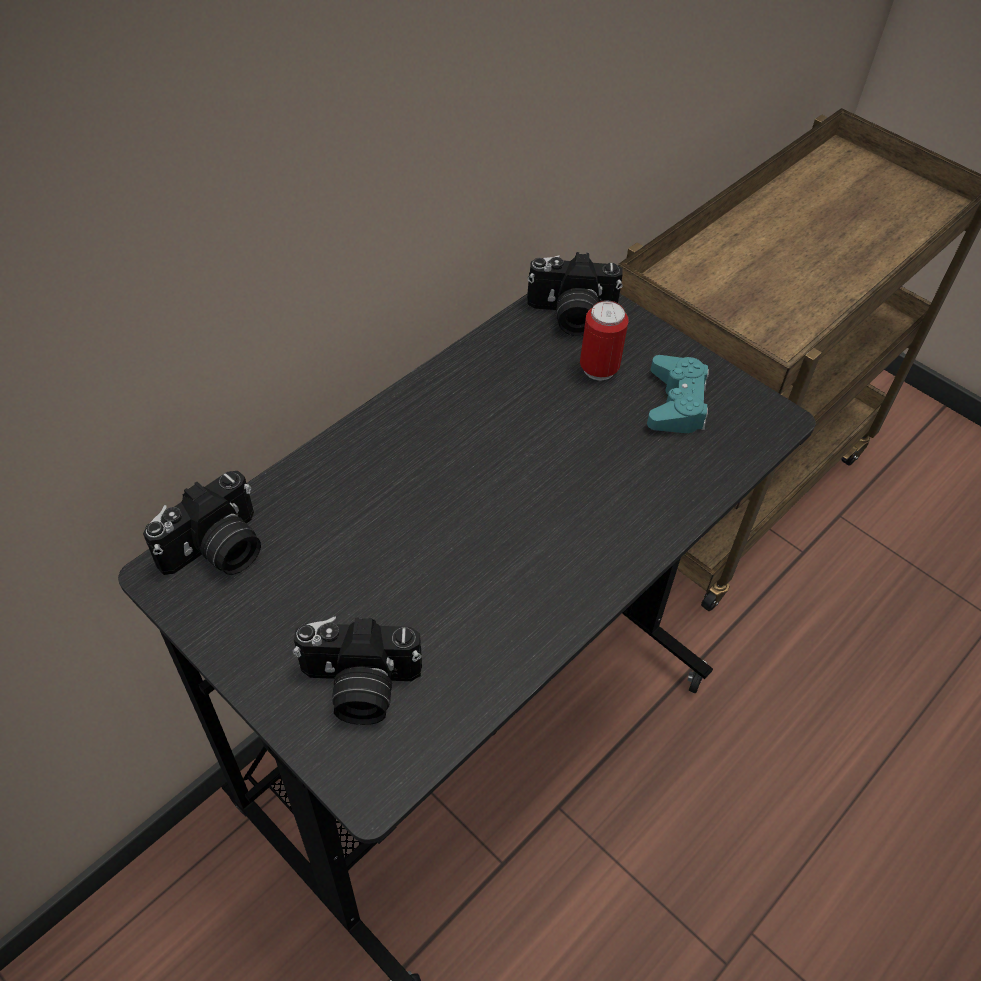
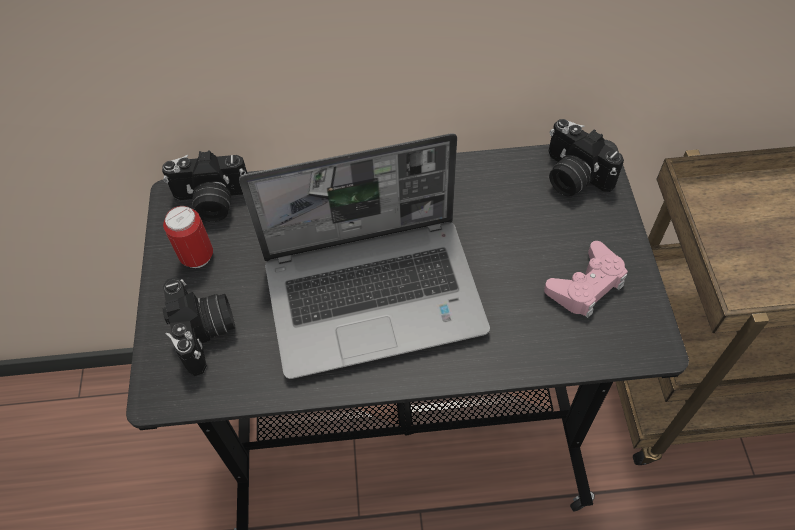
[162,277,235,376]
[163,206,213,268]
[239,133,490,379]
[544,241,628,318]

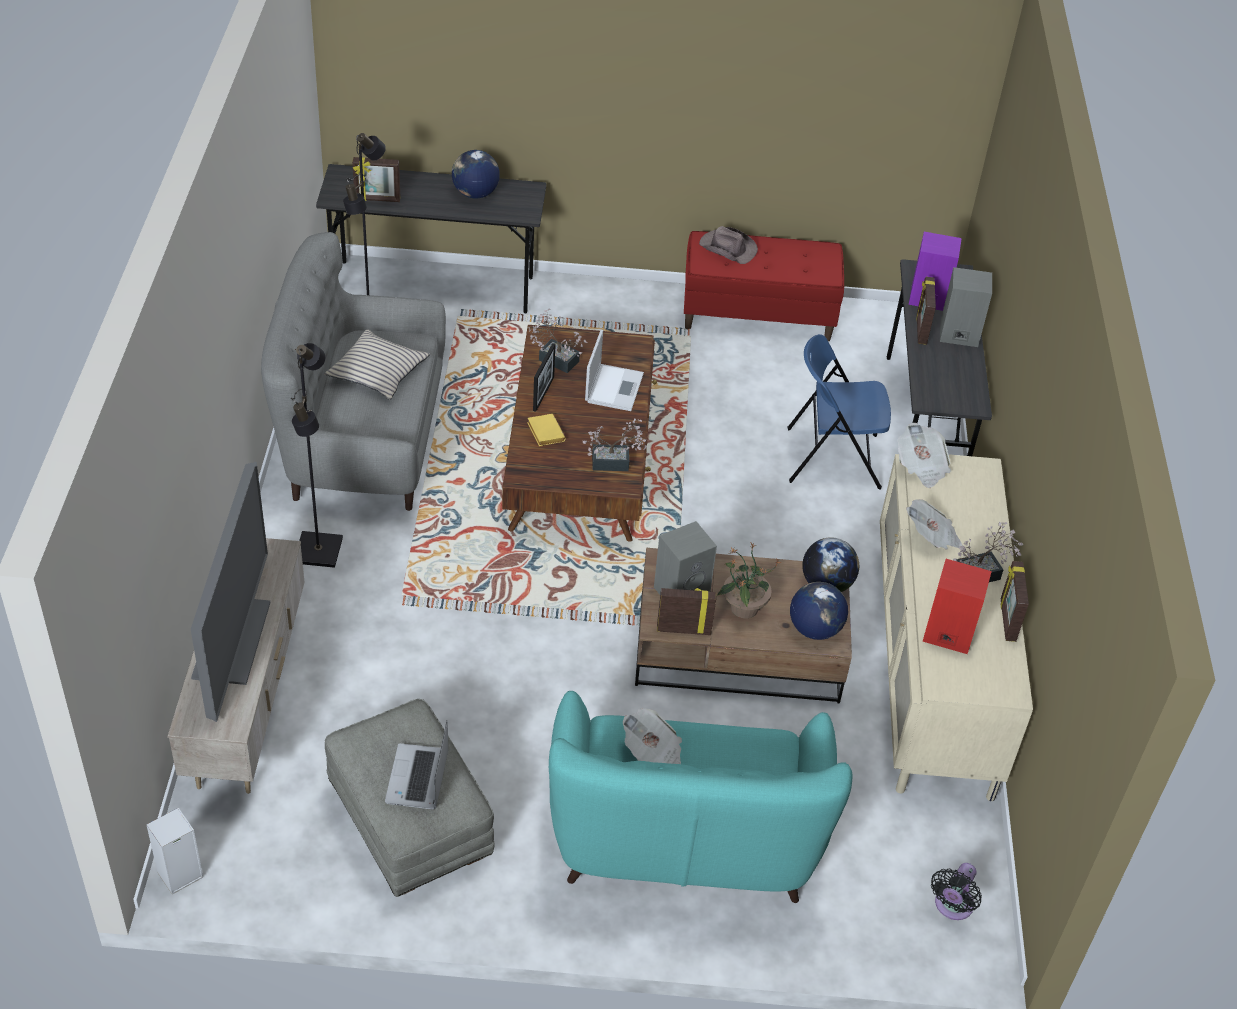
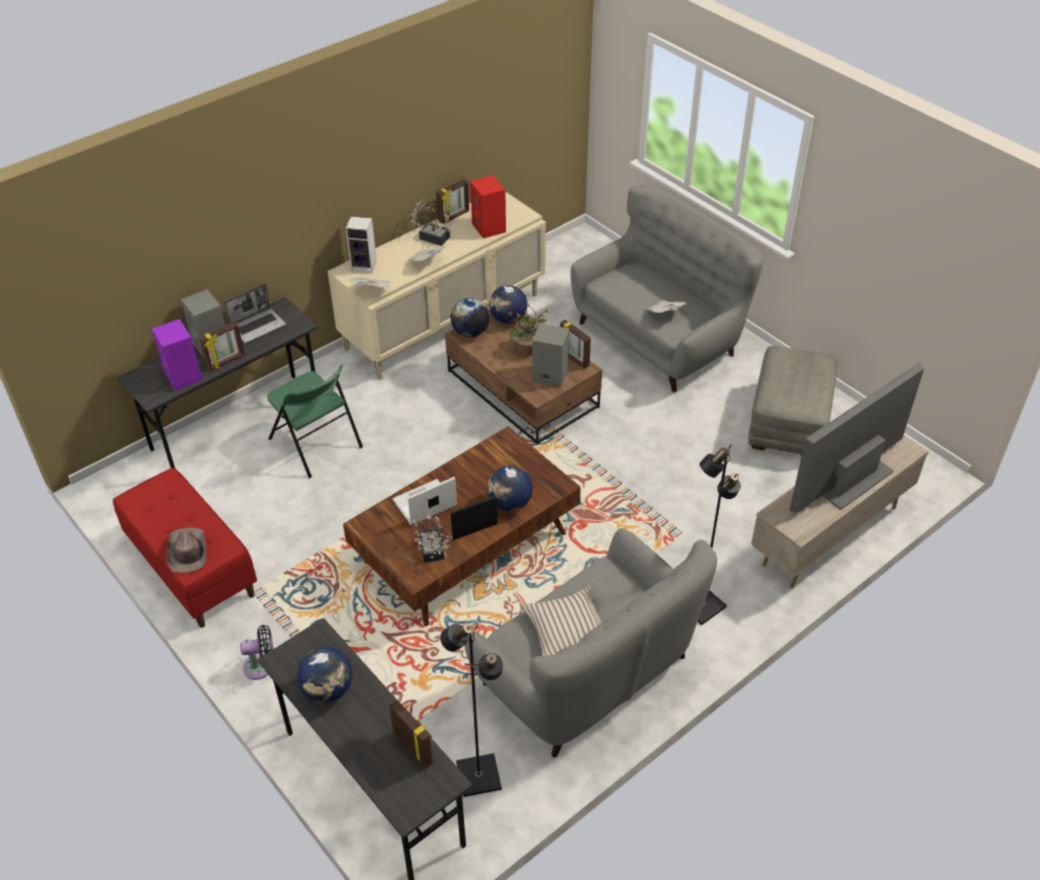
[224,284,286,343]
[240,625,274,680]
[267,365,363,478]
[346,217,377,273]
[487,466,533,511]
[571,185,763,393]
[583,418,647,471] (first image)

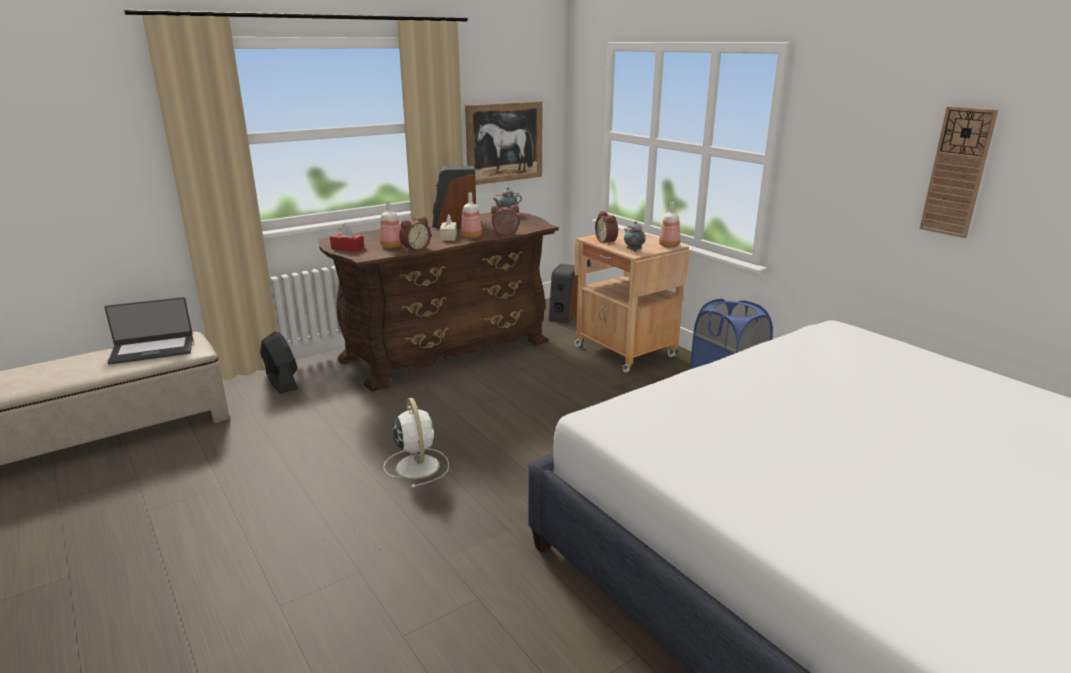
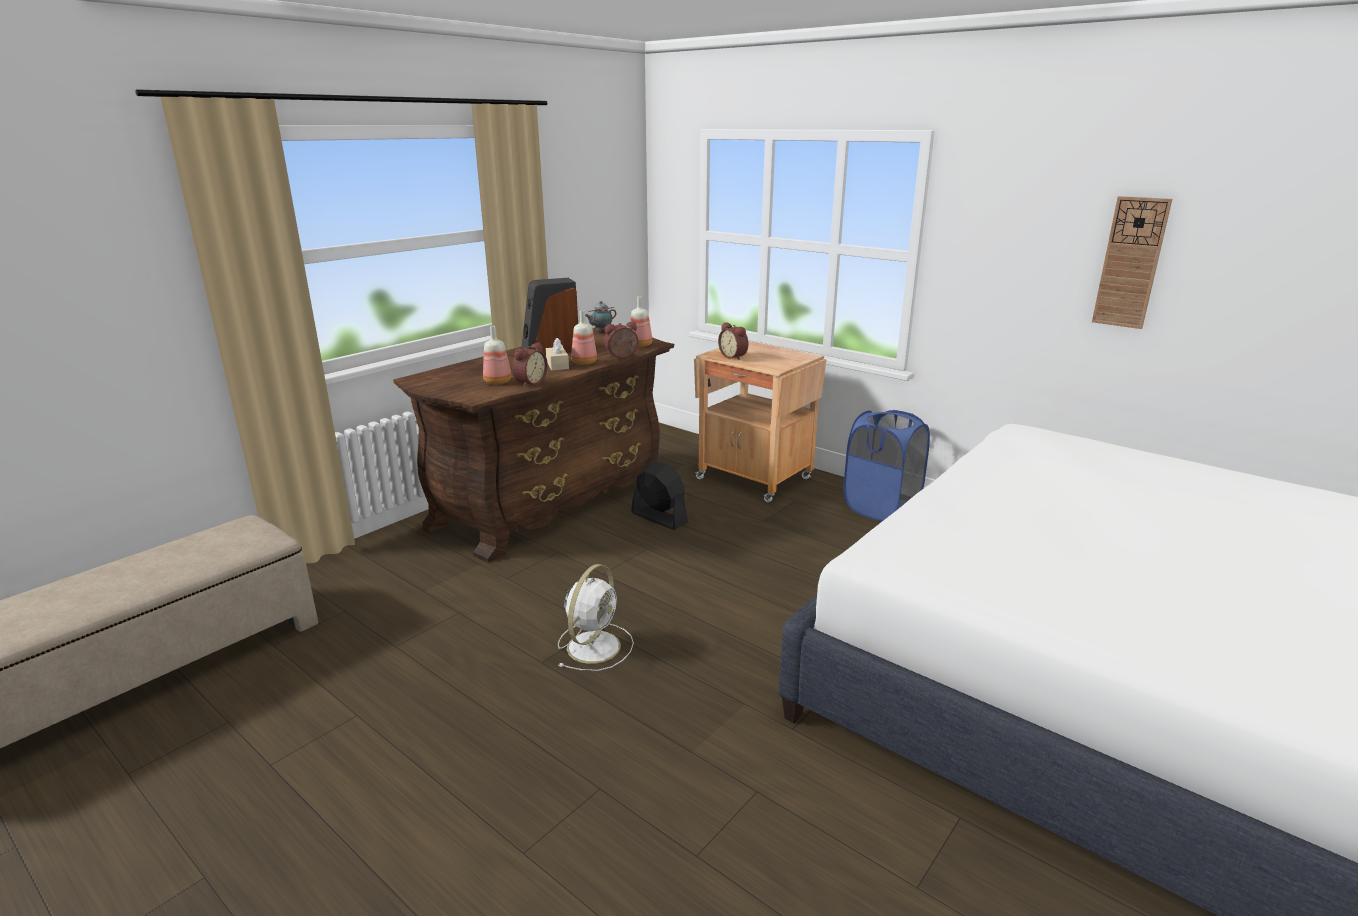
[558,564,634,671]
[630,296,652,347]
[631,461,688,530]
[104,297,193,364] (first image)
[330,224,364,252] (first image)
[465,101,543,185] (first image)
[549,264,578,323] (first image)
[624,221,646,252] (first image)

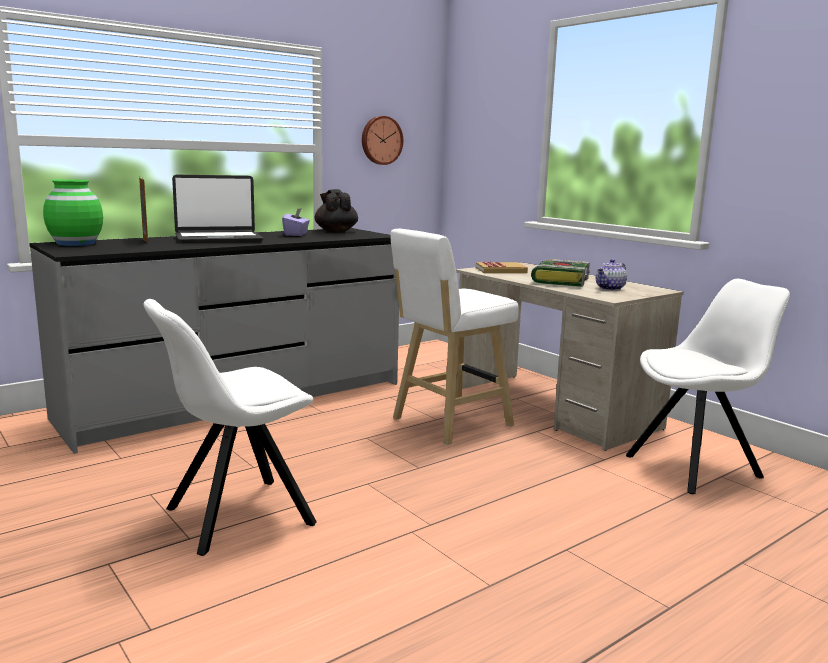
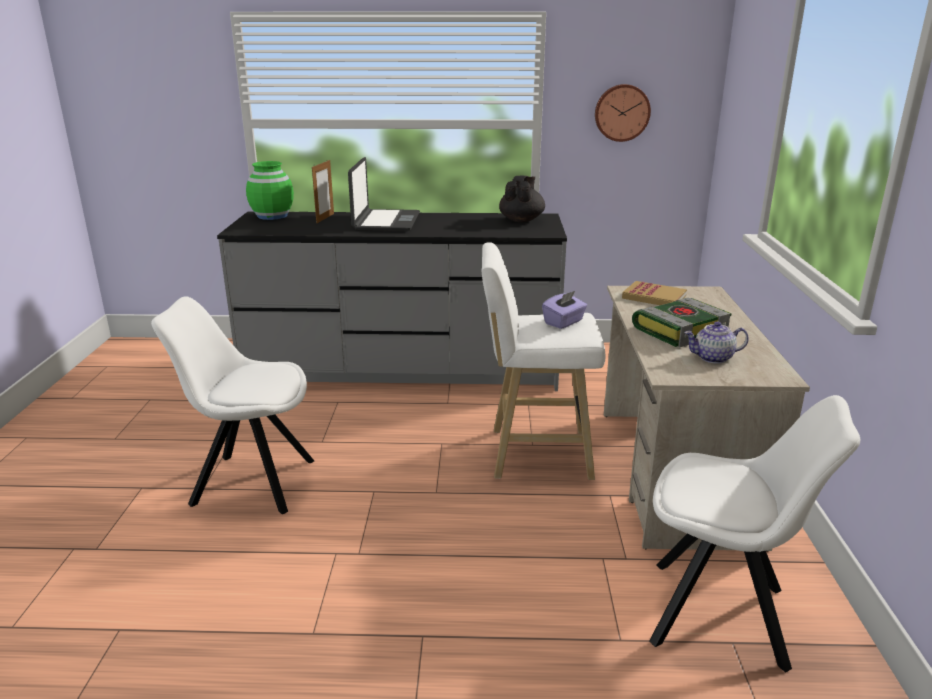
[348,157,420,231]
[542,290,587,329]

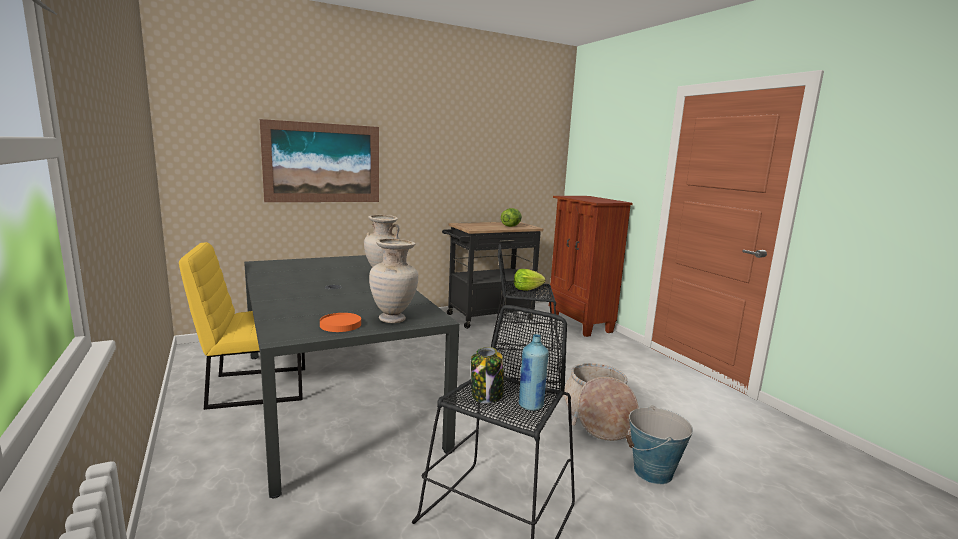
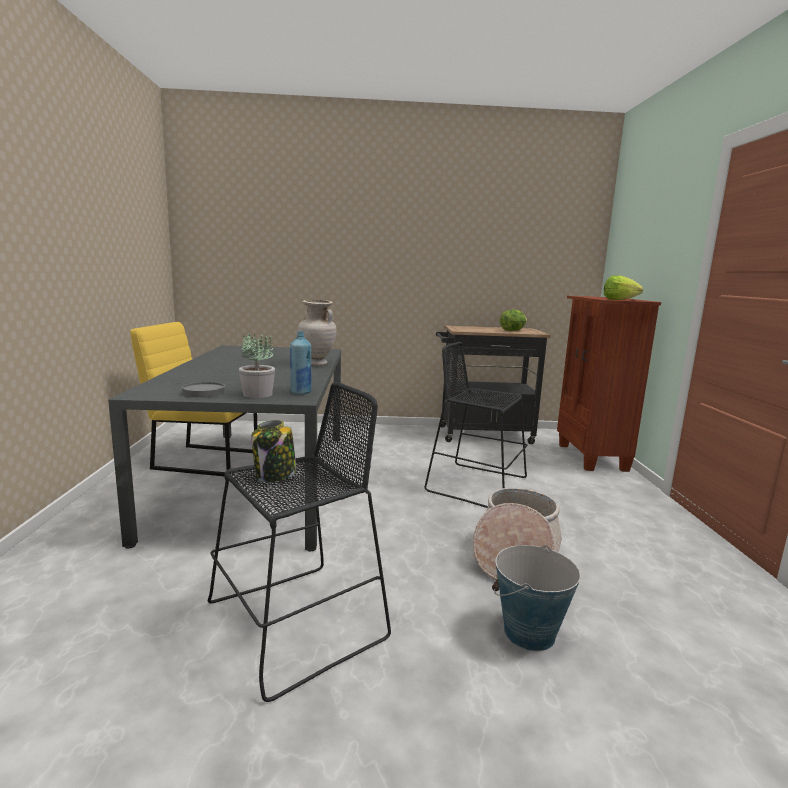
[182,382,225,397]
[239,333,275,398]
[290,331,312,394]
[604,275,643,300]
[260,119,379,202] (first image)

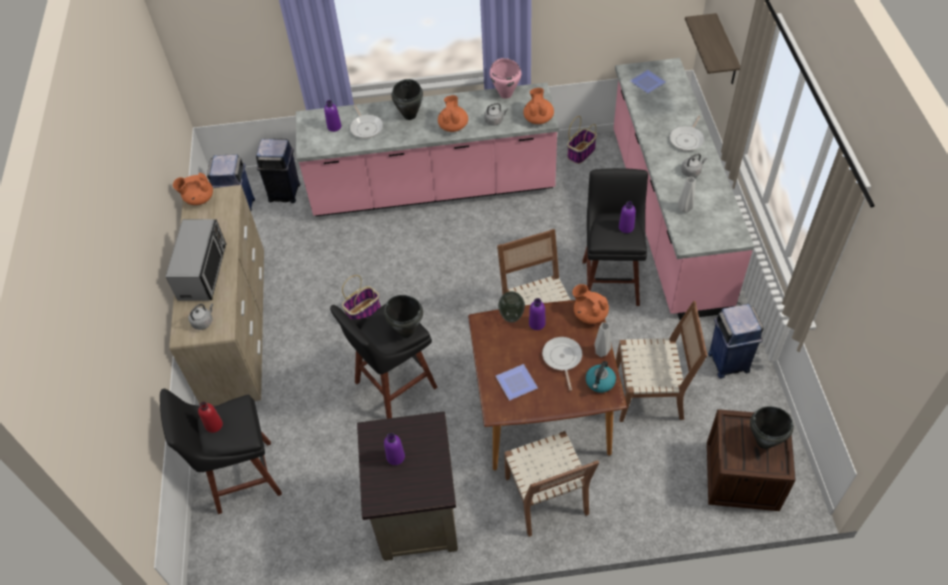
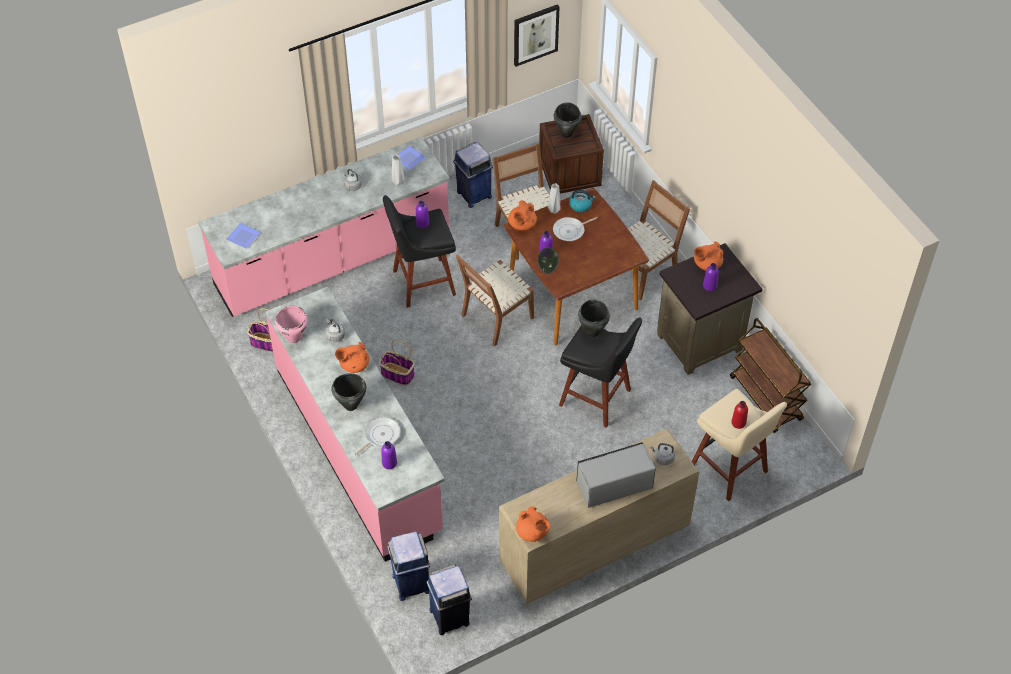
[379,340,415,385]
[397,145,426,170]
[514,4,560,67]
[692,389,787,501]
[694,241,723,271]
[730,318,811,433]
[670,116,705,151] (first image)
[685,13,740,84] (first image)

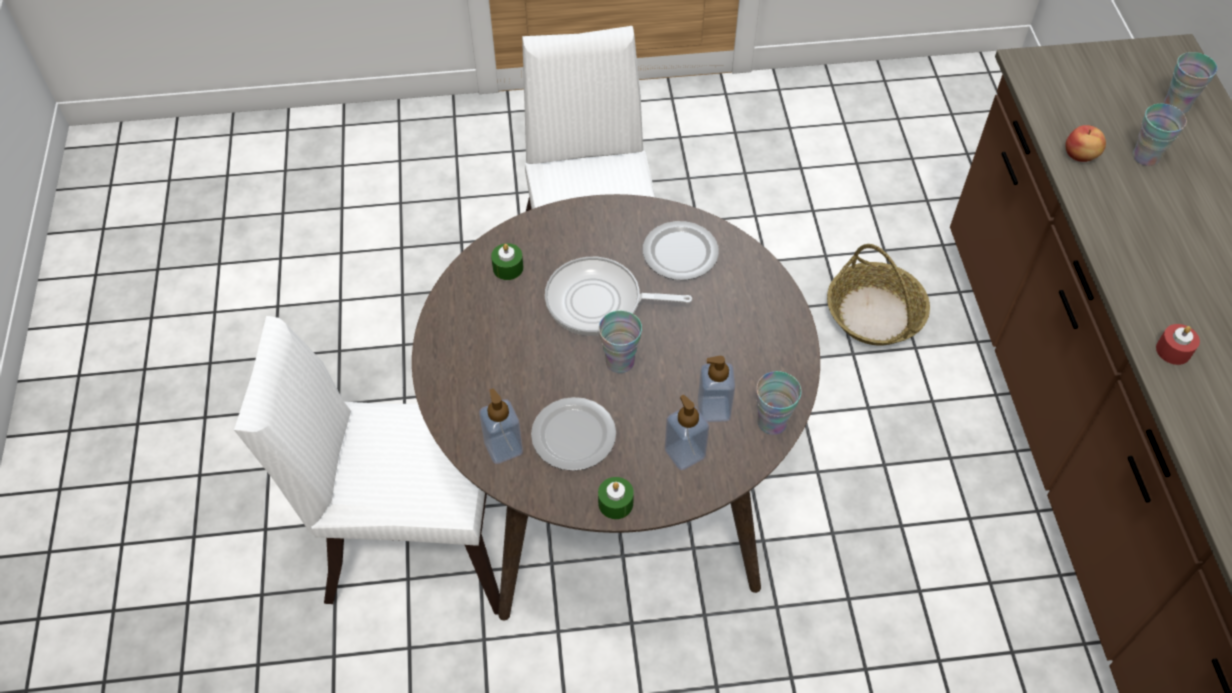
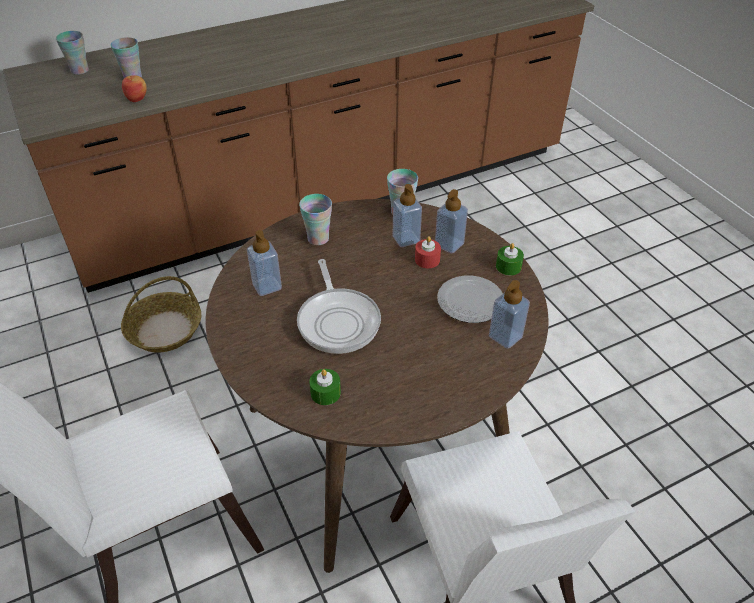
[247,230,282,296]
[299,194,332,245]
[415,236,441,268]

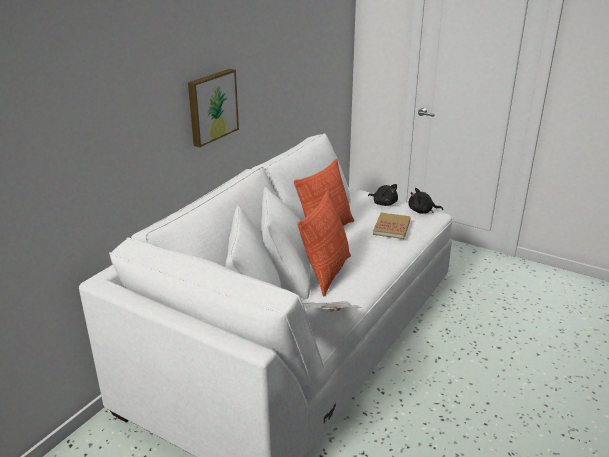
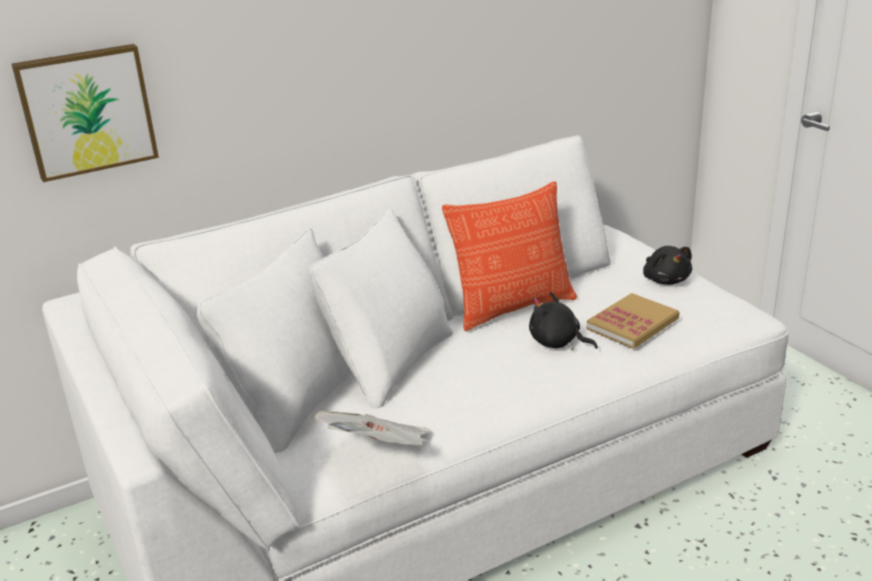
[12,44,159,182]
[529,292,598,350]
[297,190,351,296] (first image)

